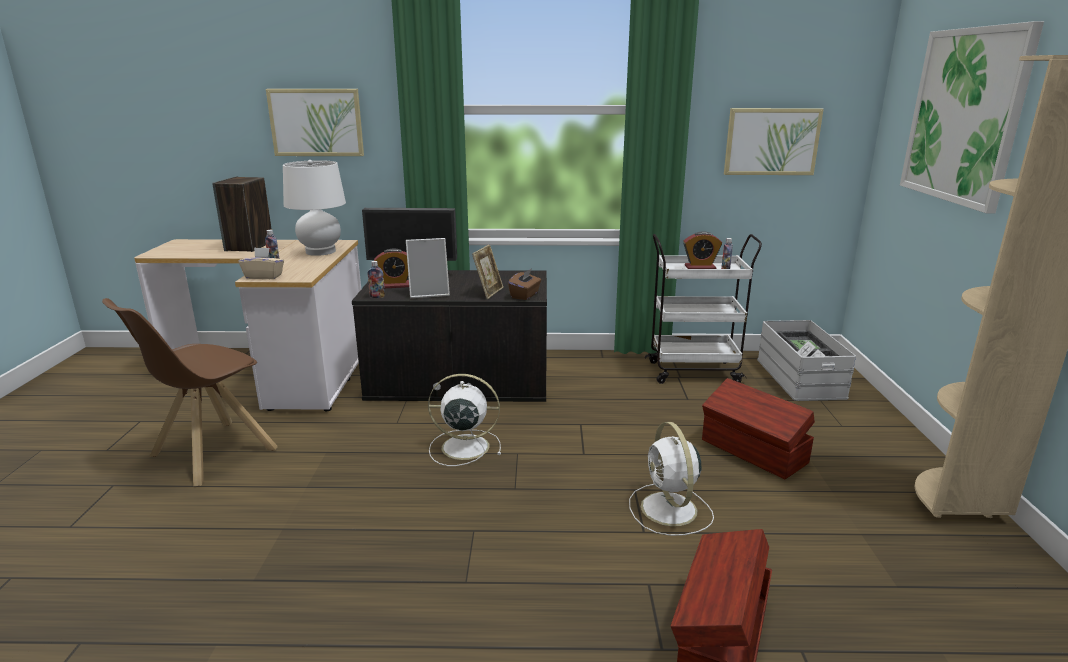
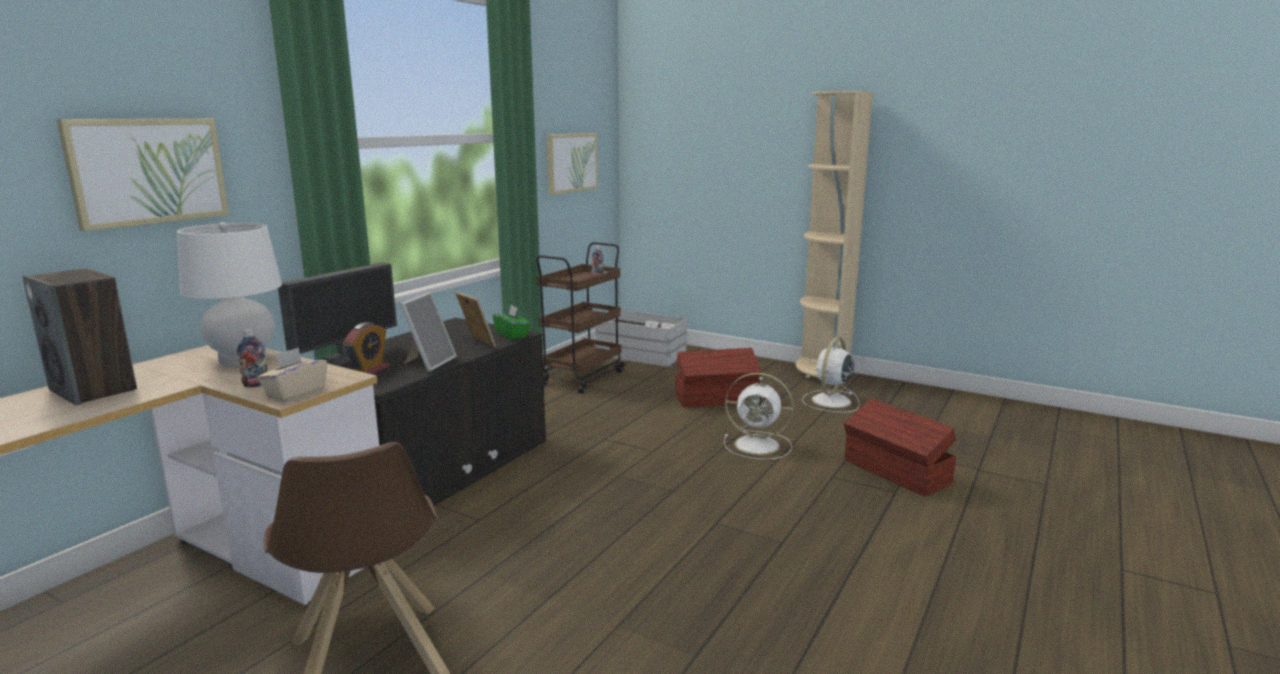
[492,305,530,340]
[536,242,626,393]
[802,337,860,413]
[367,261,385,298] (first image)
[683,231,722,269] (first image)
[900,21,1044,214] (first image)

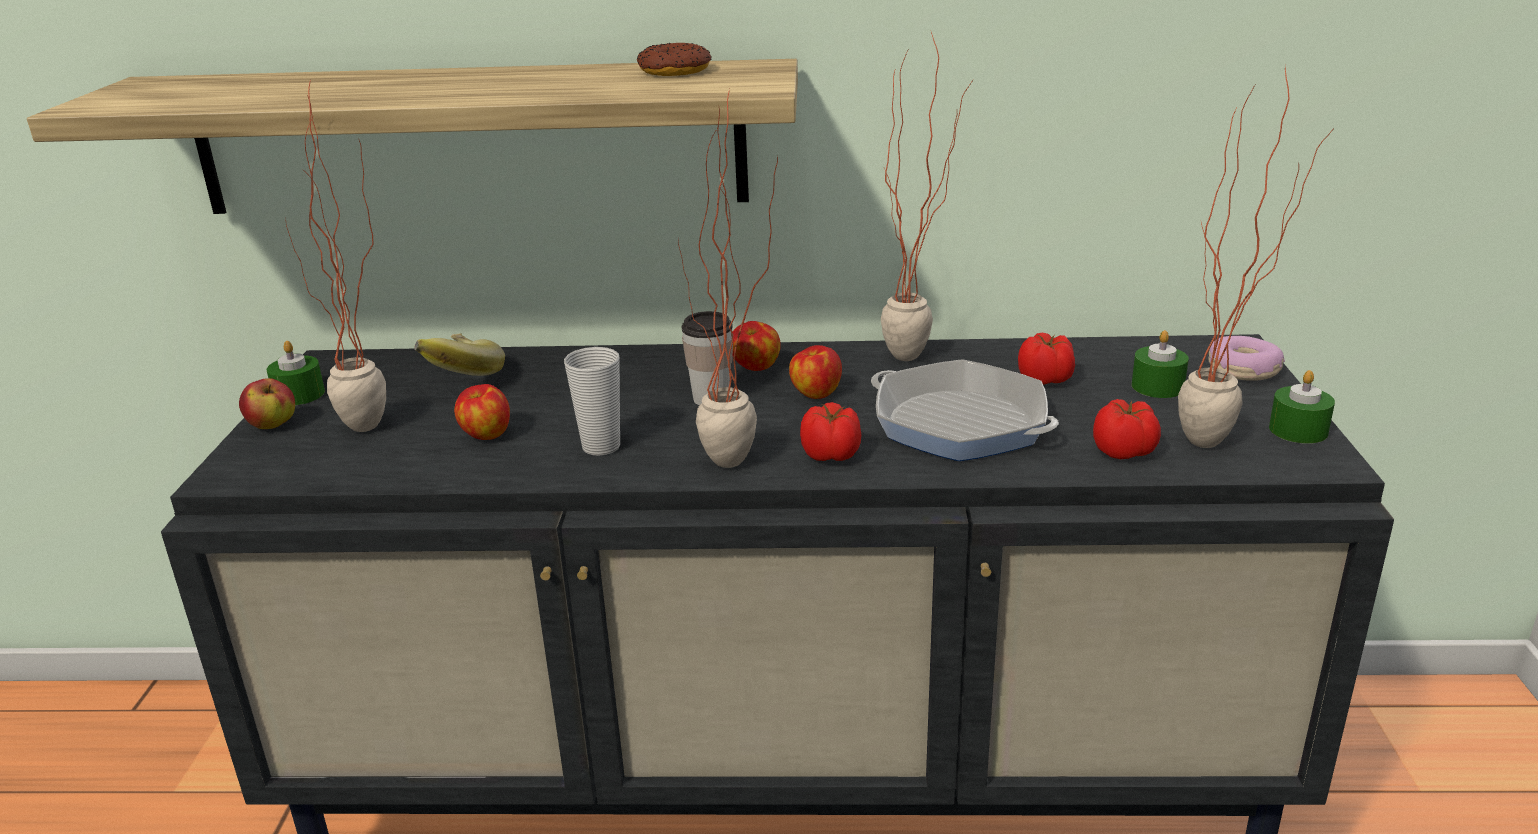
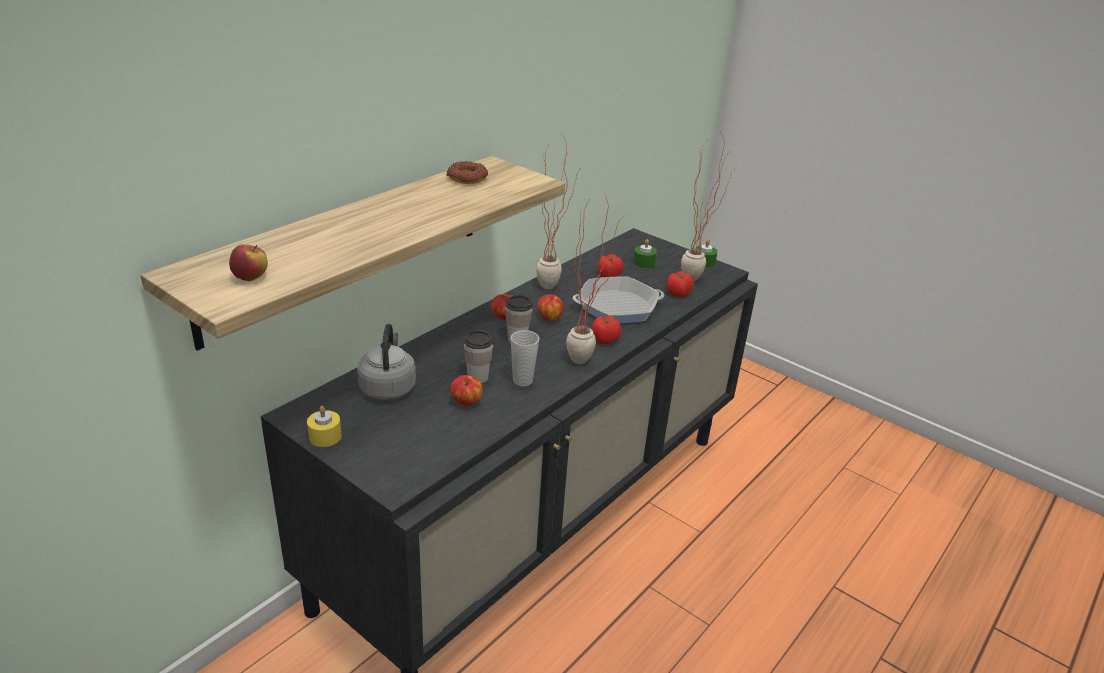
[229,244,268,281]
[307,406,342,447]
[357,324,416,400]
[464,330,493,383]
[286,79,386,432] (first image)
[1208,336,1285,381] (first image)

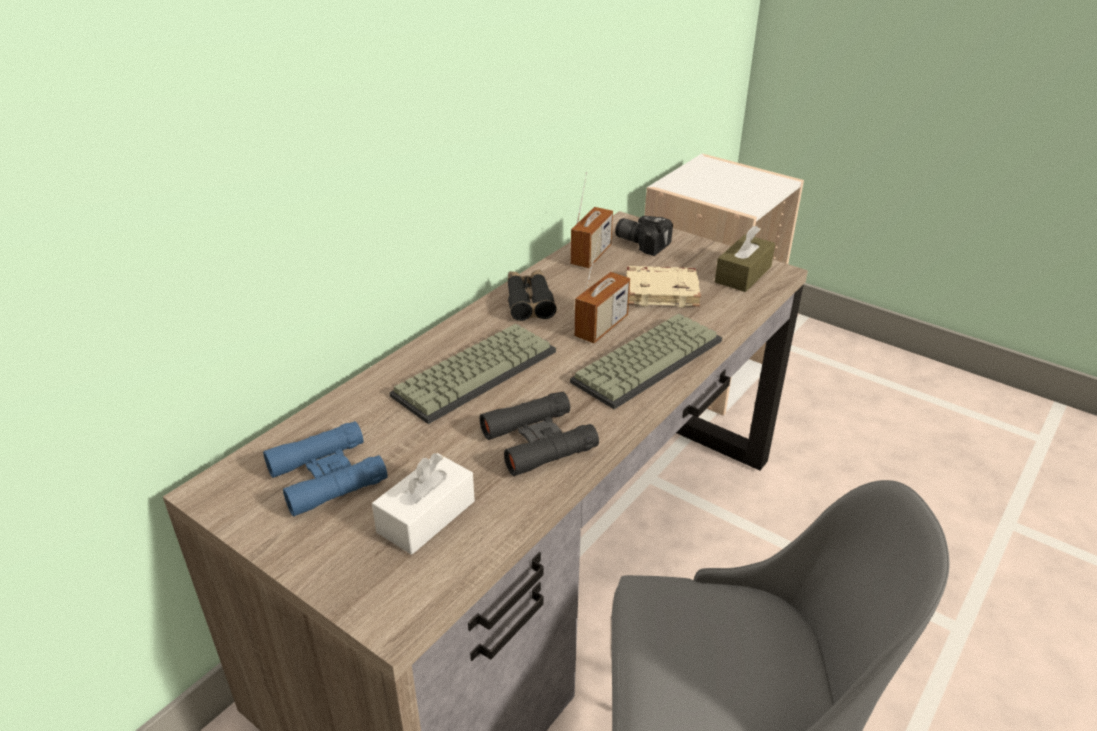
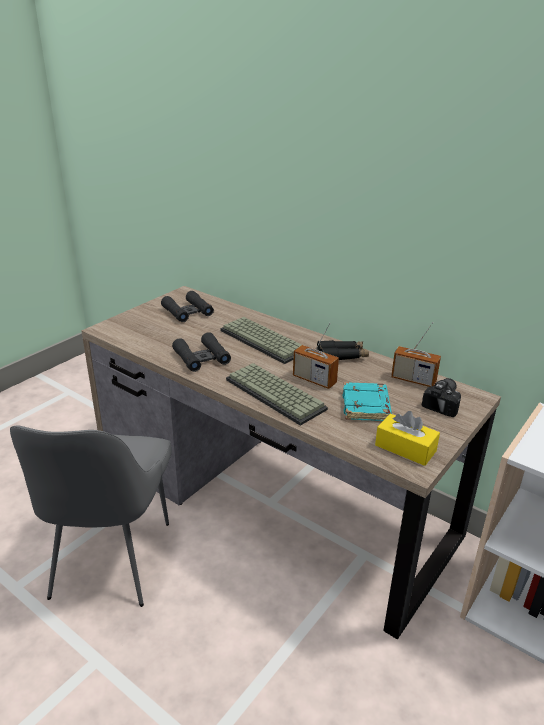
[161,291,214,322]
[343,382,392,421]
[375,411,440,466]
[372,453,475,555] (first image)

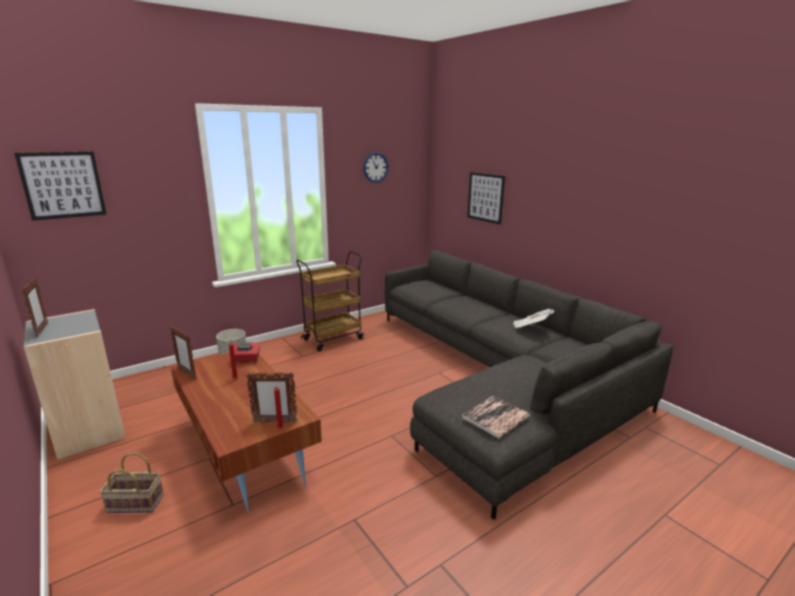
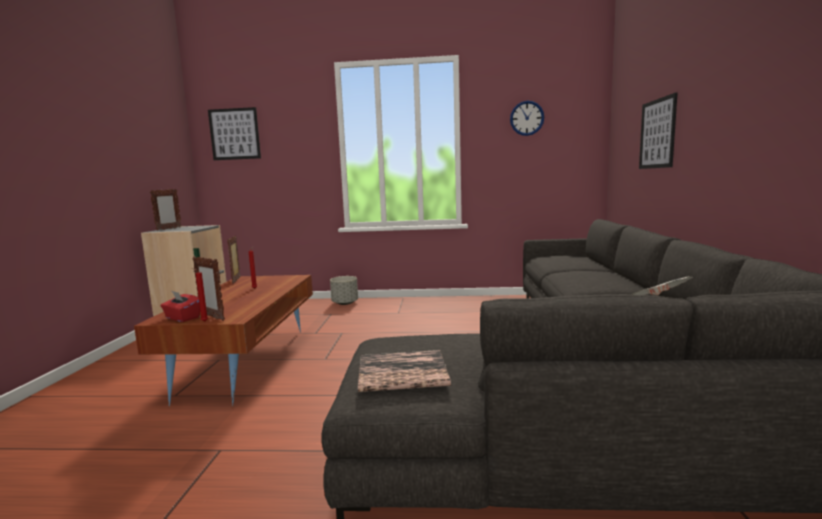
[160,290,200,322]
[100,452,164,513] (first image)
[296,251,365,351] (first image)

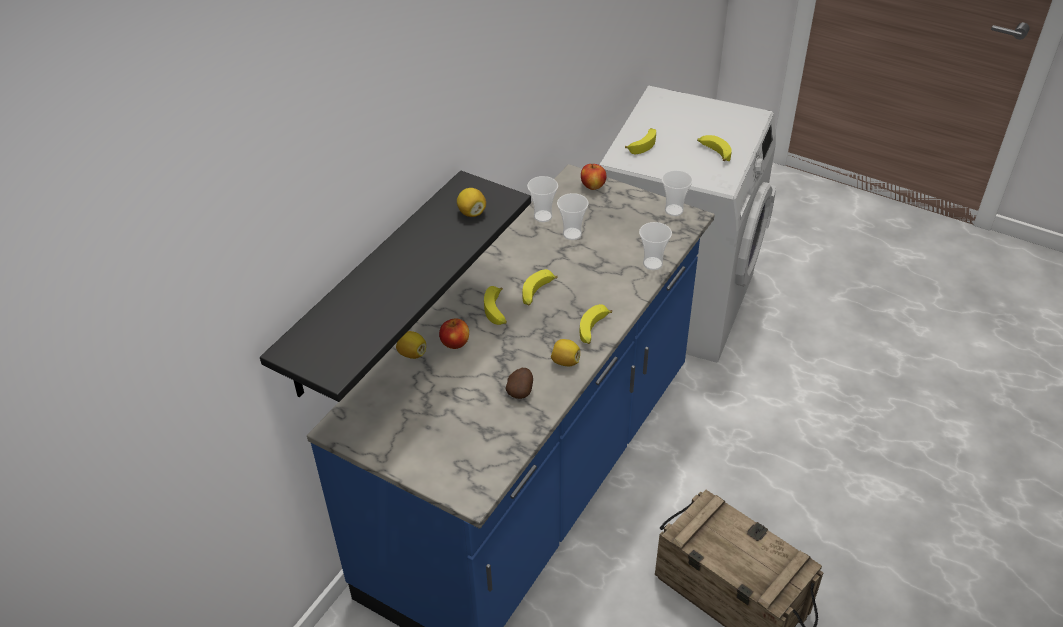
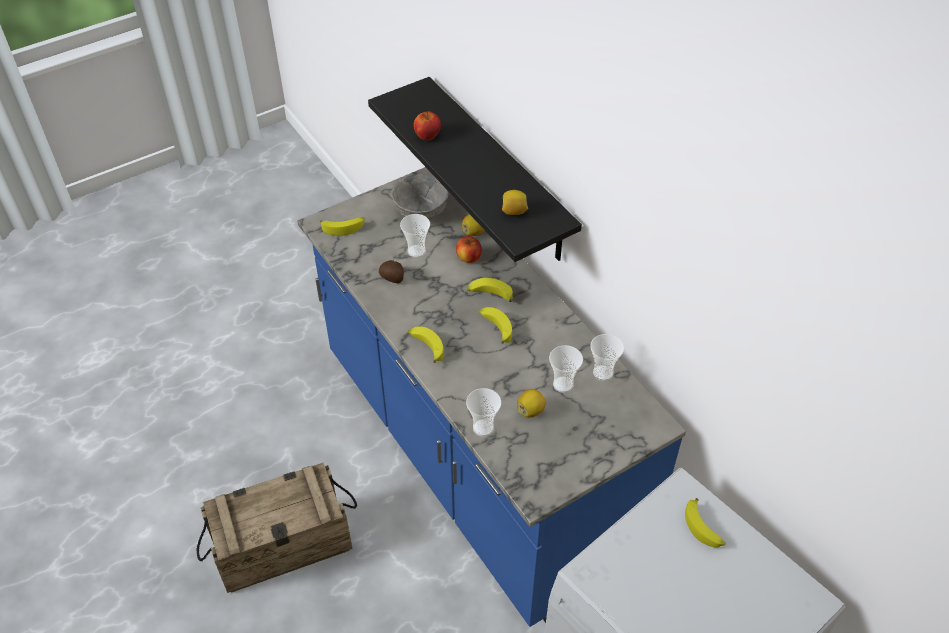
[320,217,365,236]
[391,174,448,220]
[400,214,430,258]
[414,111,441,140]
[517,389,546,417]

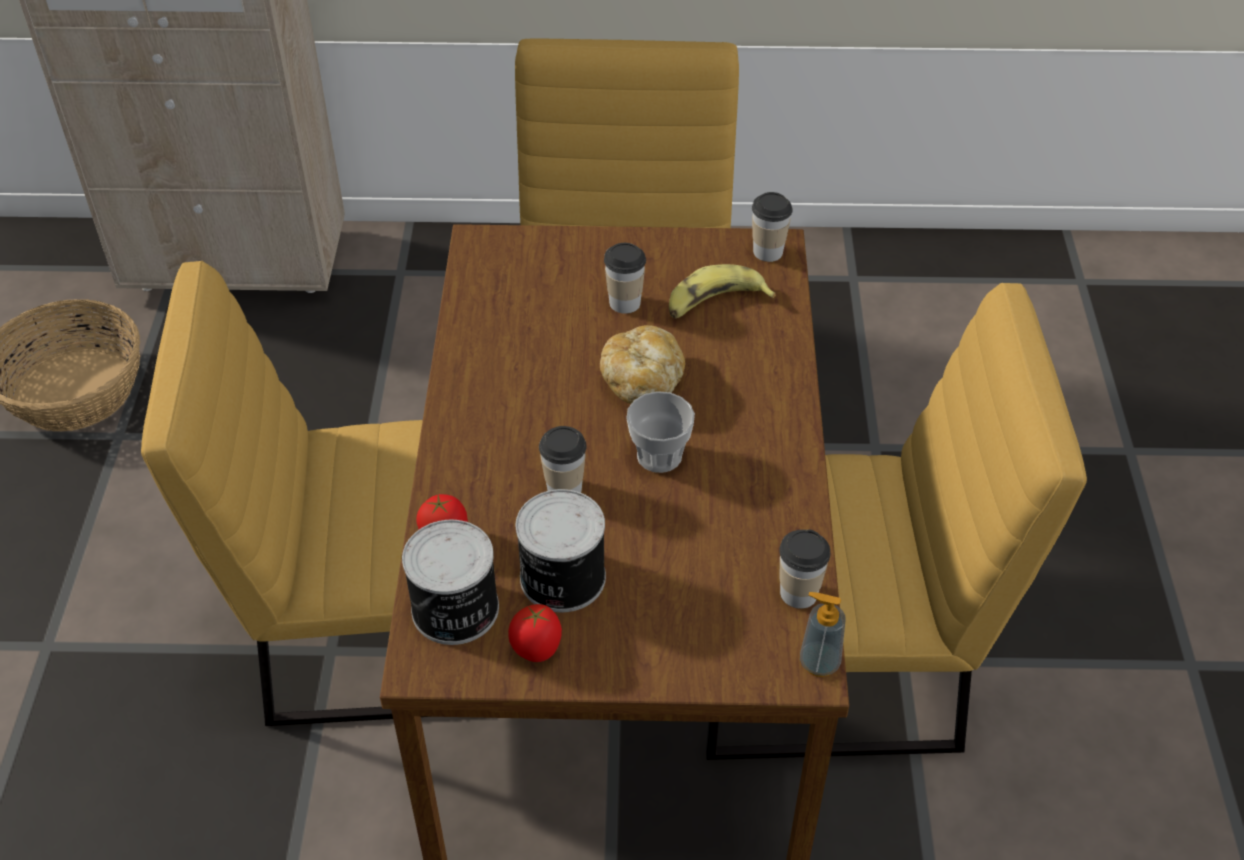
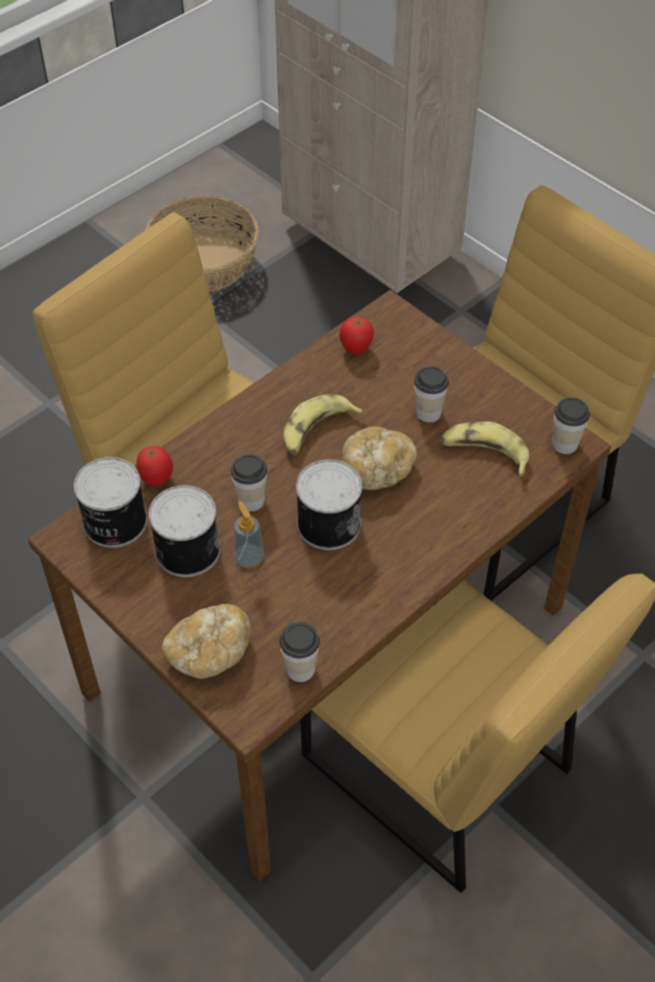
[162,604,251,679]
[234,501,264,569]
[283,394,363,456]
[296,459,362,550]
[340,317,374,355]

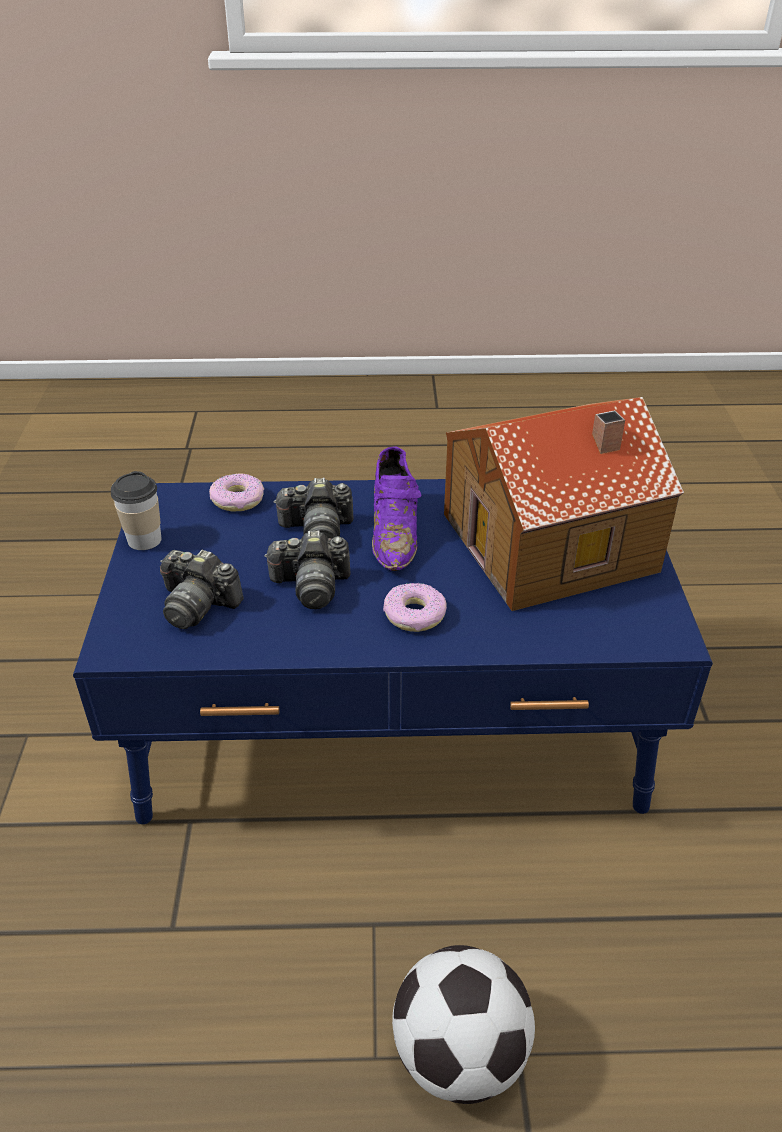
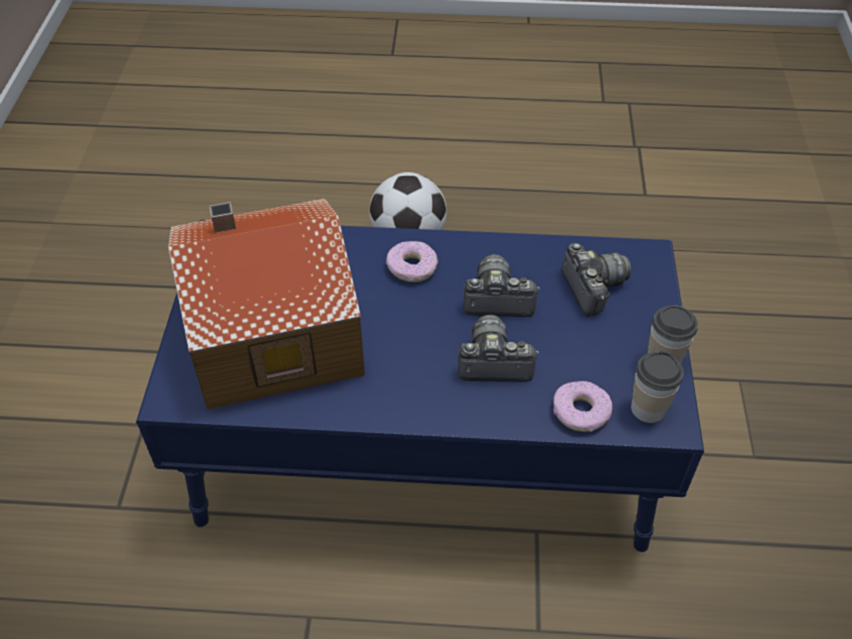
[561,243,631,317]
[631,351,684,423]
[372,446,422,571] (first image)

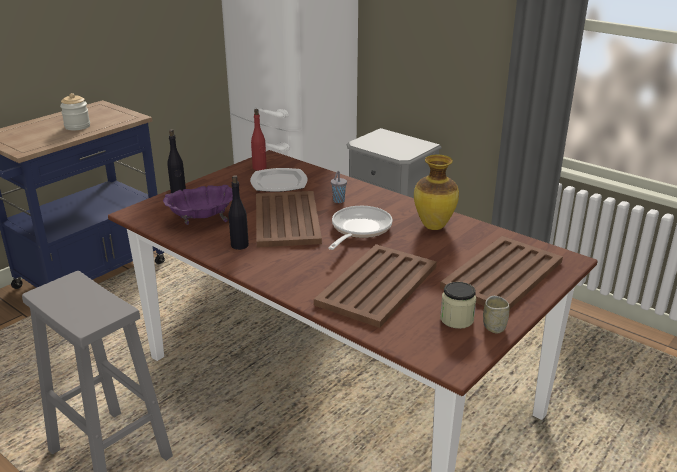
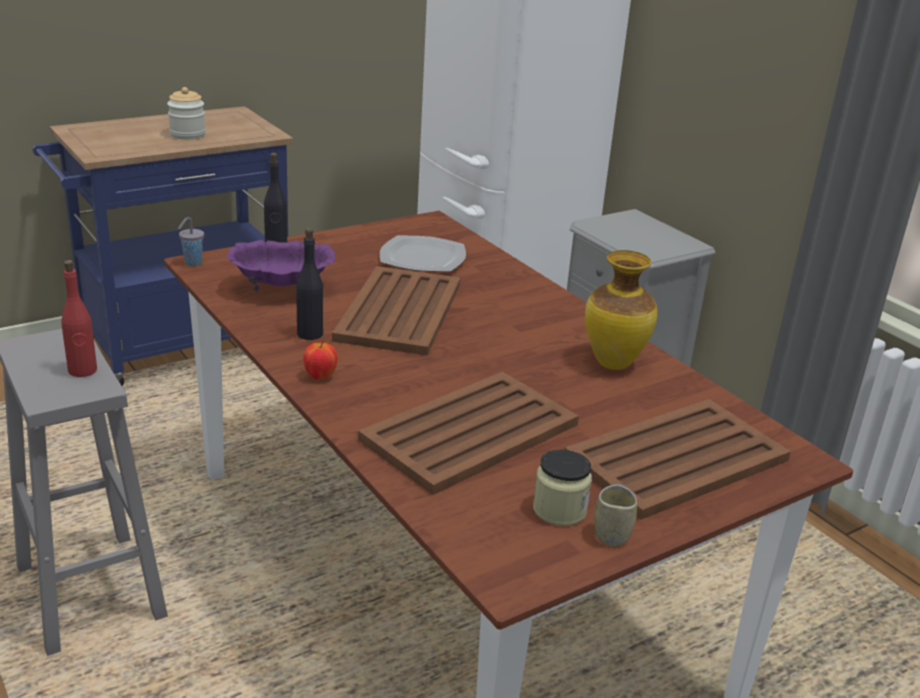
[61,260,97,377]
[178,217,204,266]
[303,341,337,380]
[328,206,393,250] (first image)

